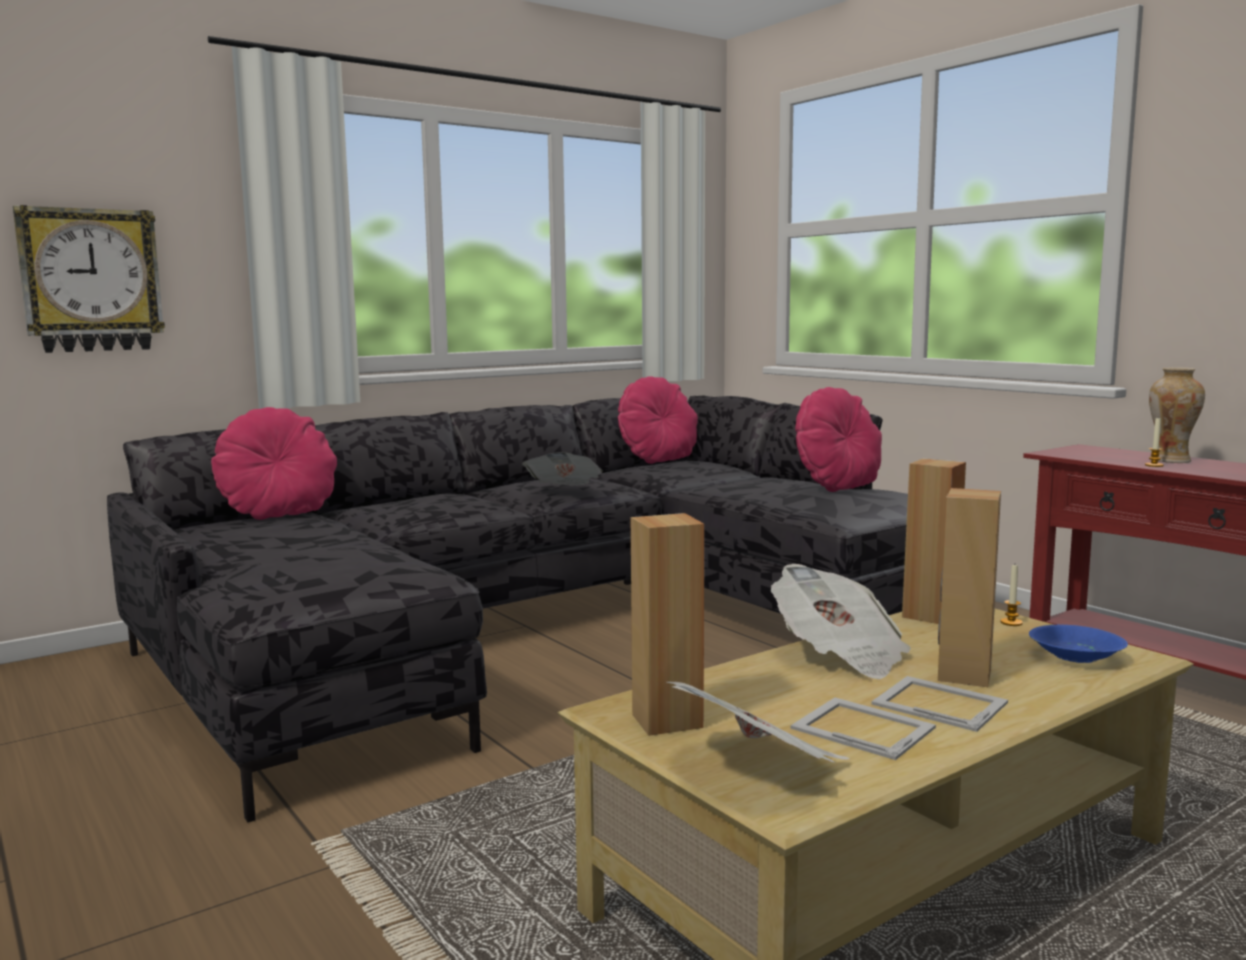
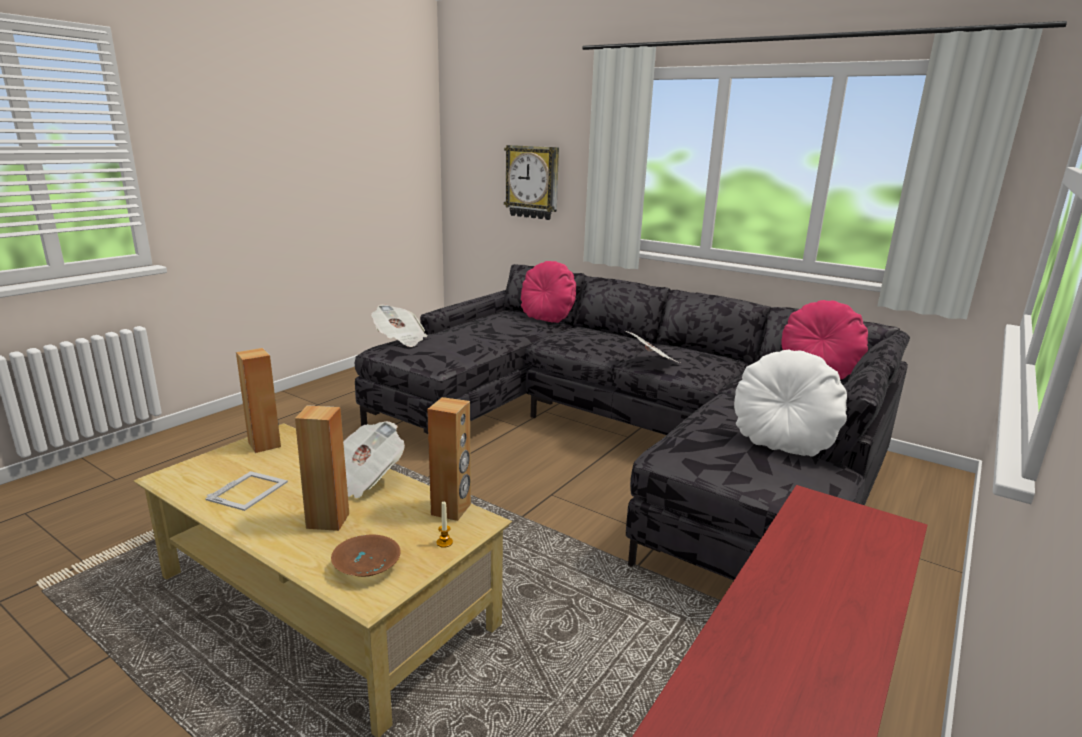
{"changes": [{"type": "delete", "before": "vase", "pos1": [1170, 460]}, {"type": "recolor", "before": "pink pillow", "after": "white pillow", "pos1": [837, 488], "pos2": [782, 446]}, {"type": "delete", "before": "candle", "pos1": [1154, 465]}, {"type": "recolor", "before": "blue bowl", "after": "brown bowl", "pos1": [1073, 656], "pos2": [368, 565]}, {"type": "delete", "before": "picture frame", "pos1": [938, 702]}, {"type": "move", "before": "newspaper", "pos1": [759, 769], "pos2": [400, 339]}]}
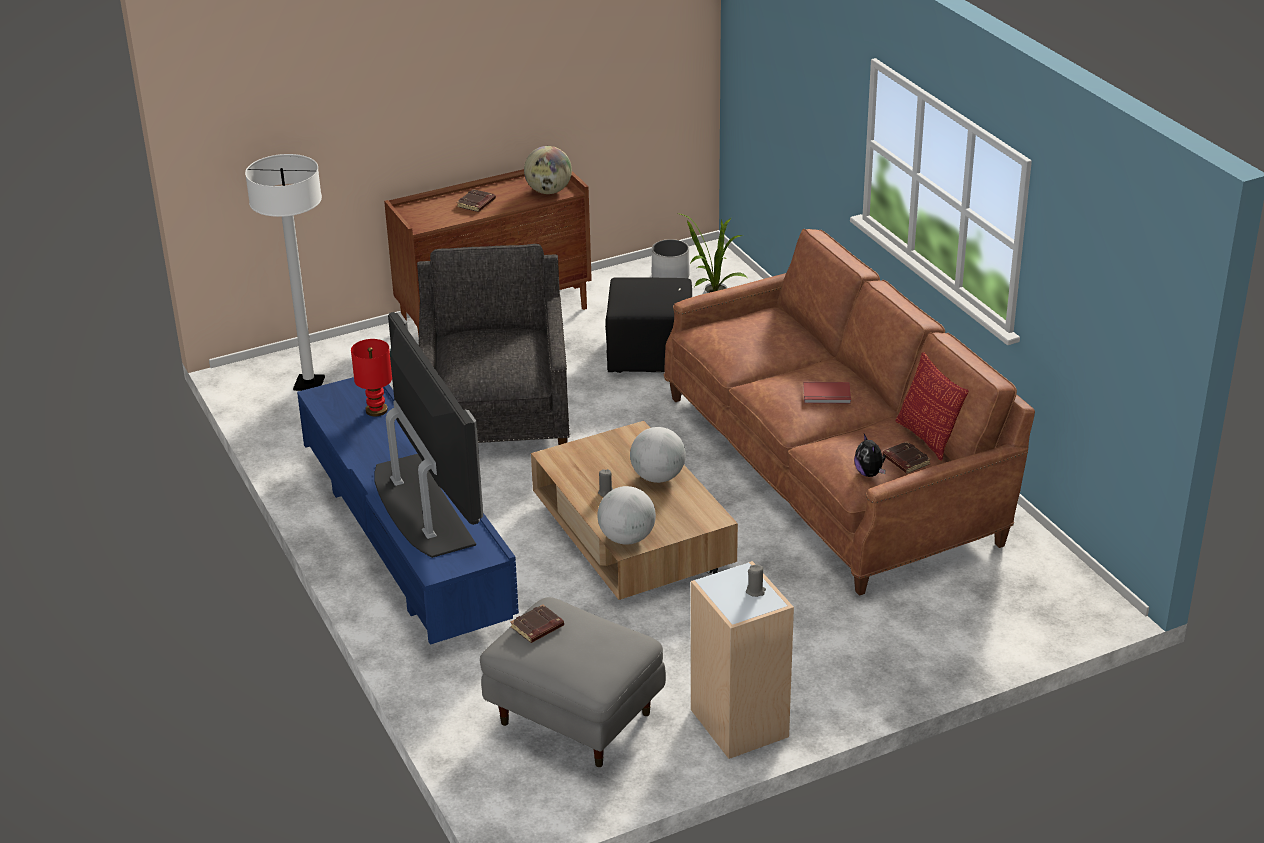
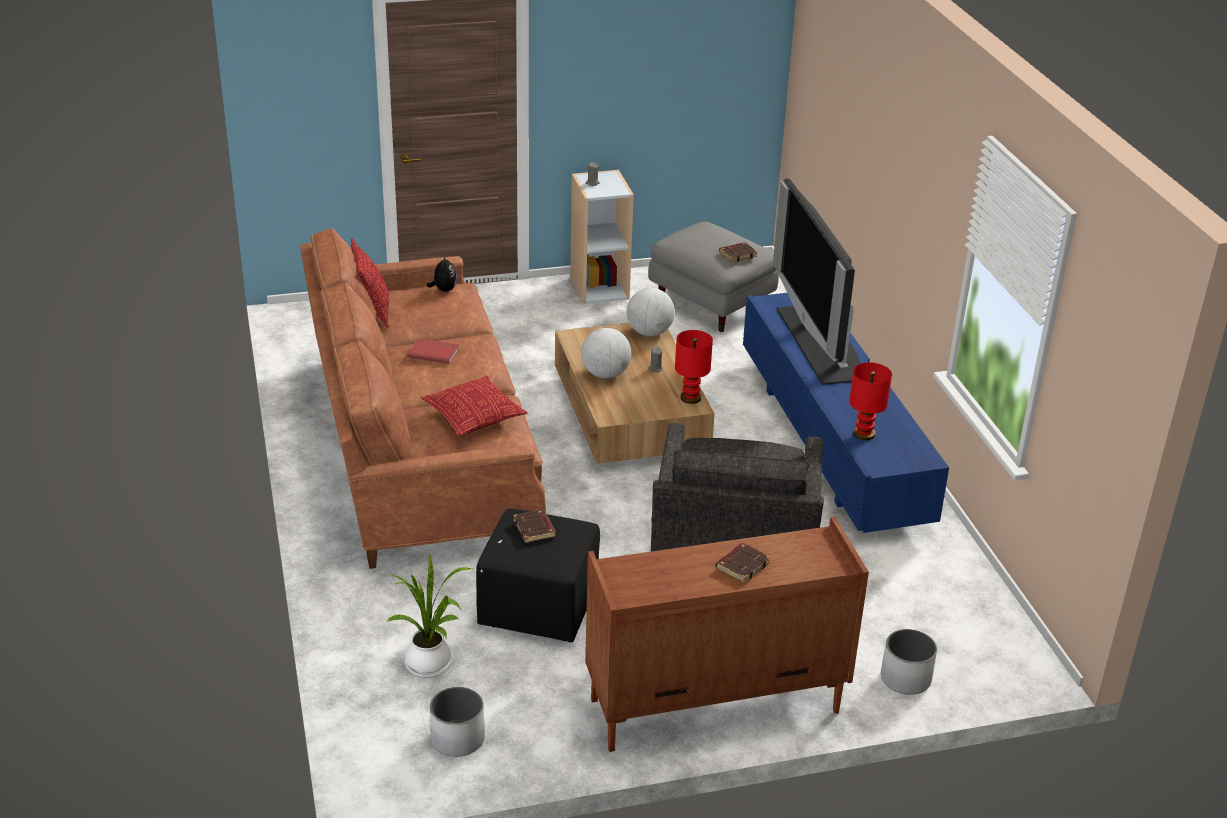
{"changes": [{"type": "delete", "before": "globe", "pos1": [548, 191]}, {"type": "delete", "before": "white floor lamp", "pos1": [309, 384]}, {"type": "move", "before": "brown book", "pos1": [905, 461], "pos2": [535, 529]}, {"type": "insert", "after": "red table lamp", "pos2": [690, 397]}, {"type": "insert", "after": "red pillow", "pos2": [473, 417]}, {"type": "insert", "after": "white planter", "pos2": [905, 679]}]}
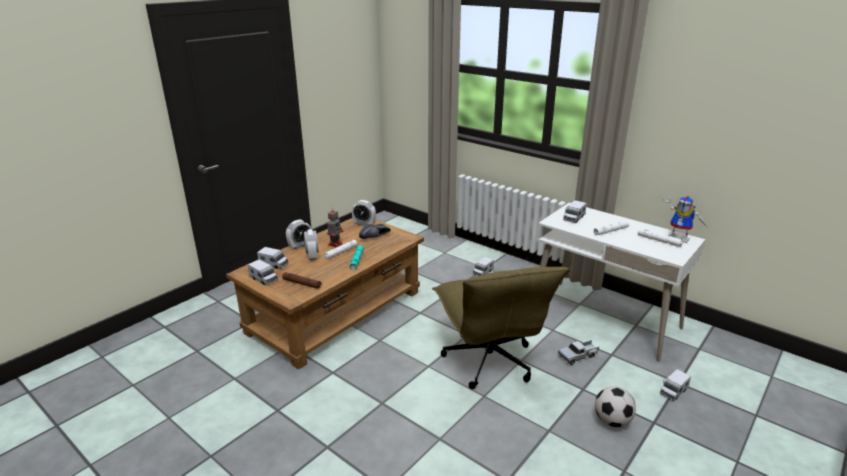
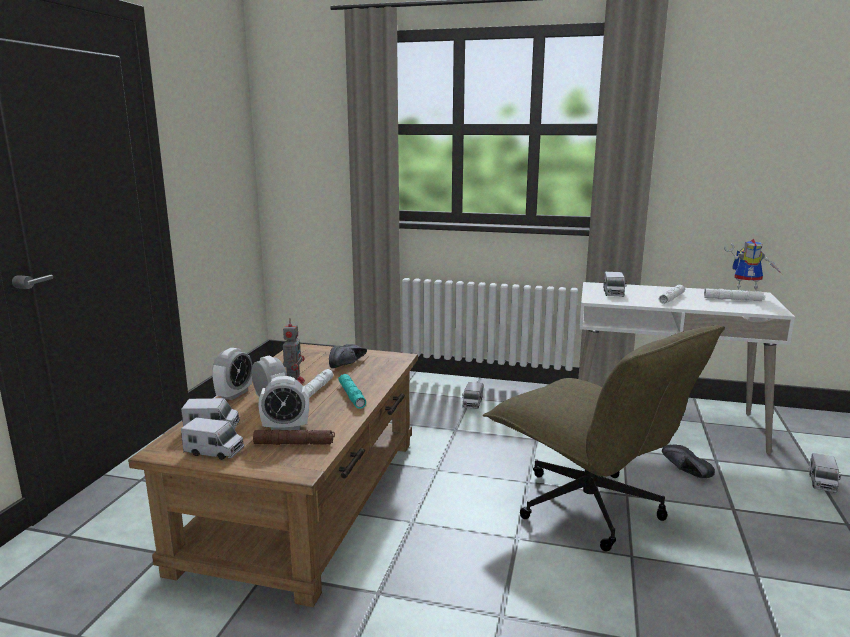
{"changes": [{"type": "move", "before": "alarm clock", "pos1": [364, 224], "pos2": [286, 427]}, {"type": "replace", "before": "toy truck", "after": "black shoe", "pos1": [578, 356], "pos2": [684, 471]}, {"type": "delete", "before": "football", "pos1": [612, 421]}]}
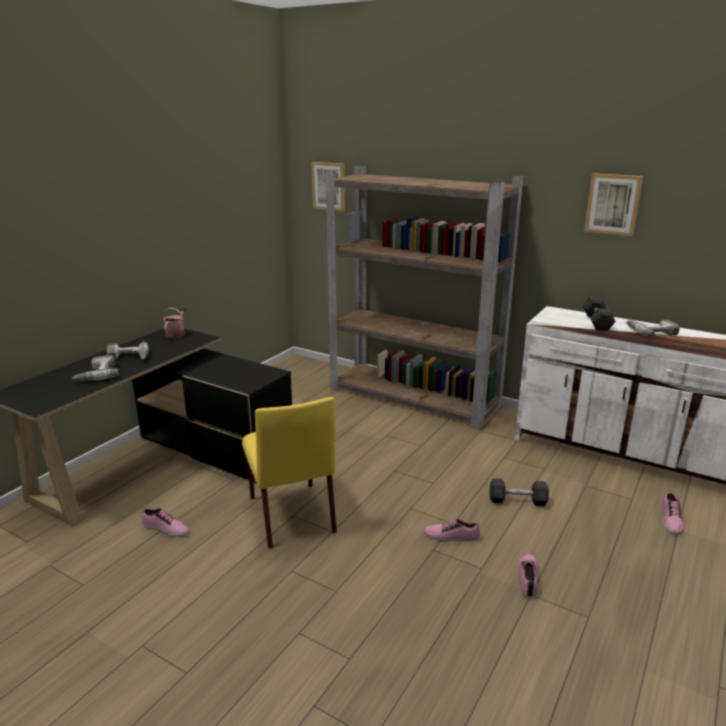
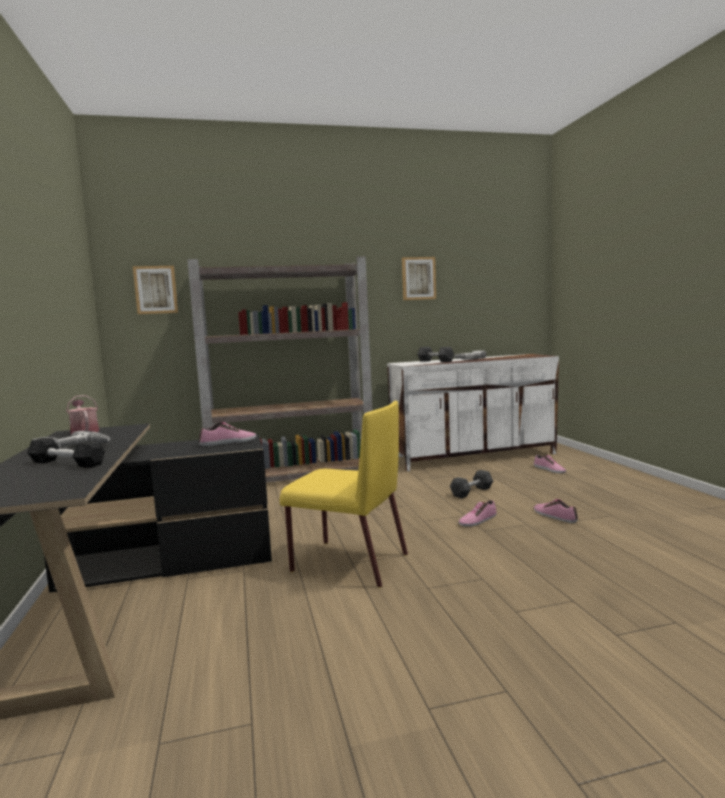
{"changes": [{"type": "replace", "before": "power drill", "after": "black dumbbell", "pos1": [96, 374], "pos2": [66, 463]}, {"type": "move", "before": "shoe", "pos1": [165, 529], "pos2": [228, 442]}]}
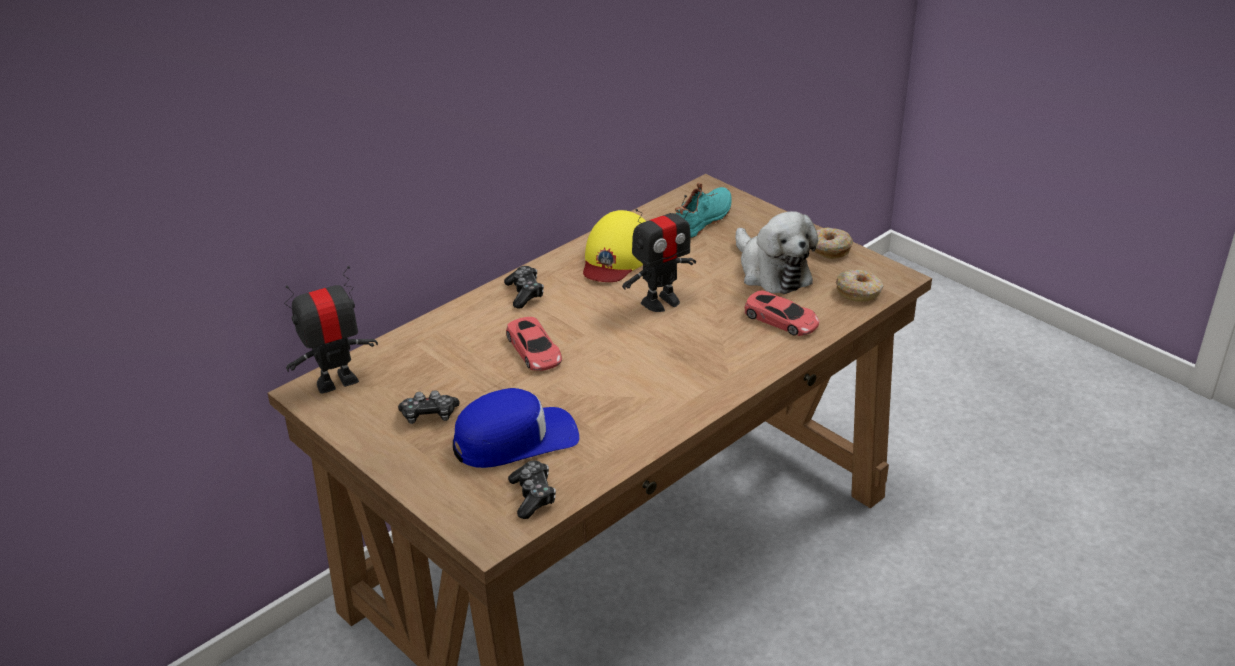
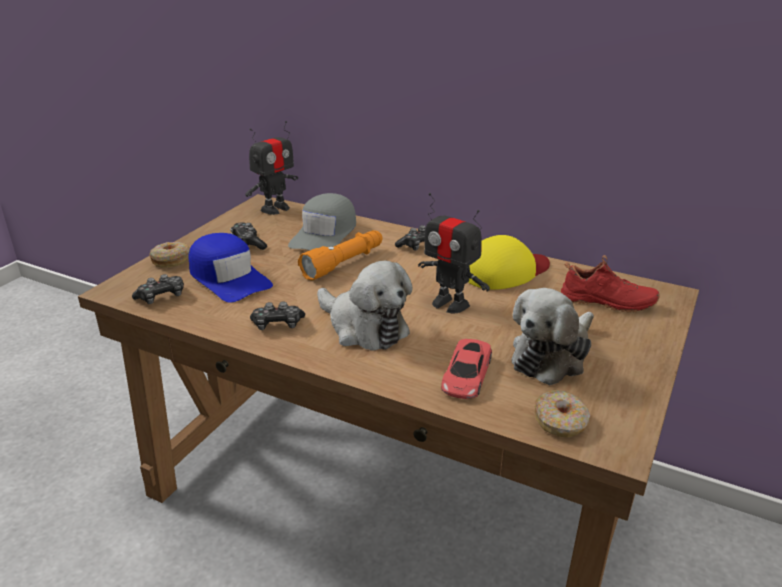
{"changes": [{"type": "recolor", "before": "turquoise shoe", "after": "red shoe", "pos1": [704, 221], "pos2": [607, 302]}, {"type": "rotate", "before": "yellow cap", "pos1": [616, 256], "pos2": [505, 271], "turn": 150}, {"type": "move", "before": "donut", "pos1": [829, 249], "pos2": [171, 260]}, {"type": "rotate", "before": "toy robot", "pos1": [336, 382], "pos2": [275, 209], "turn": 90}, {"type": "replace", "before": "red toy car", "after": "orange flashlight", "pos1": [534, 350], "pos2": [344, 263]}, {"type": "insert", "after": "grey cap", "pos2": [325, 234]}, {"type": "insert", "after": "plush toy", "pos2": [364, 327]}, {"type": "insert", "after": "game controller", "pos2": [277, 324]}]}
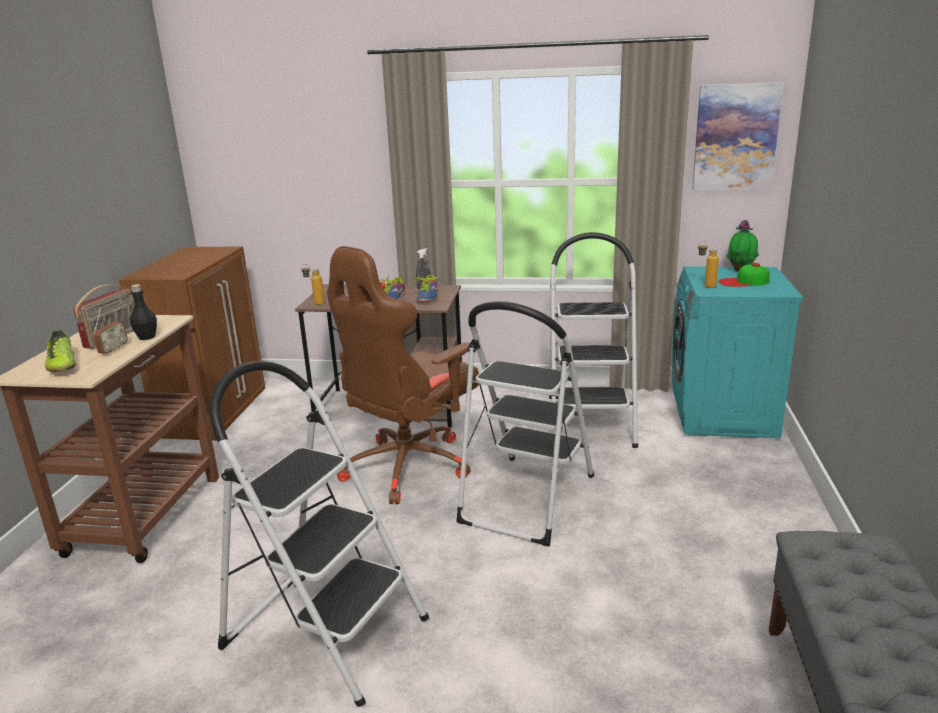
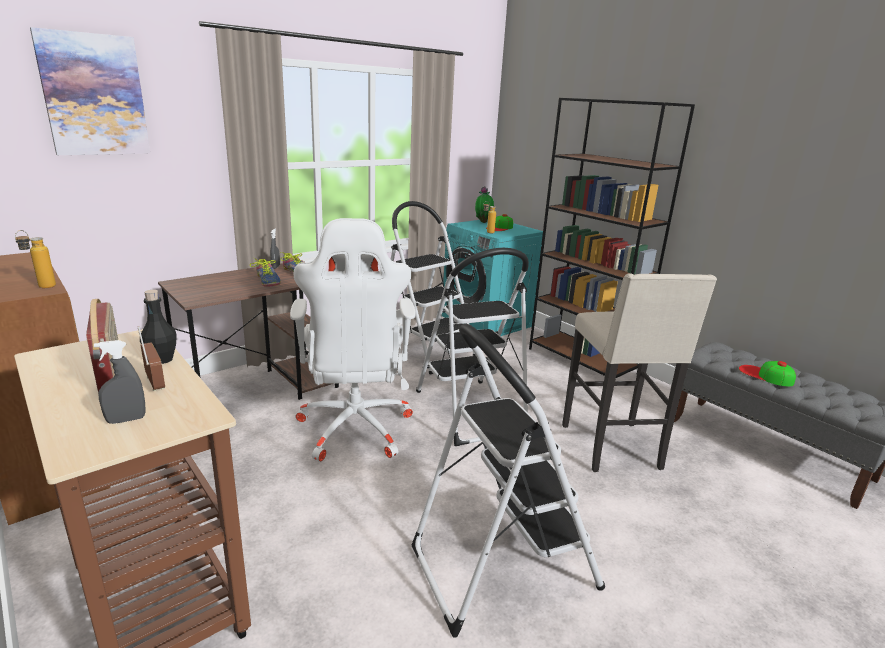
{"changes": [{"type": "move", "before": "picture", "pos1": [735, 137], "pos2": [94, 95]}, {"type": "recolor", "before": "brown office chair", "after": "white office chair", "pos1": [414, 463], "pos2": [355, 422]}, {"type": "move", "before": "bottle", "pos1": [315, 304], "pos2": [41, 288]}, {"type": "replace", "before": "shoe", "after": "grey spray bottle", "pos1": [62, 365], "pos2": [126, 420]}, {"type": "insert", "after": "brown bookcase", "pos2": [582, 361]}, {"type": "insert", "after": "beige stool", "pos2": [613, 448]}, {"type": "insert", "after": "cap", "pos2": [765, 375]}]}
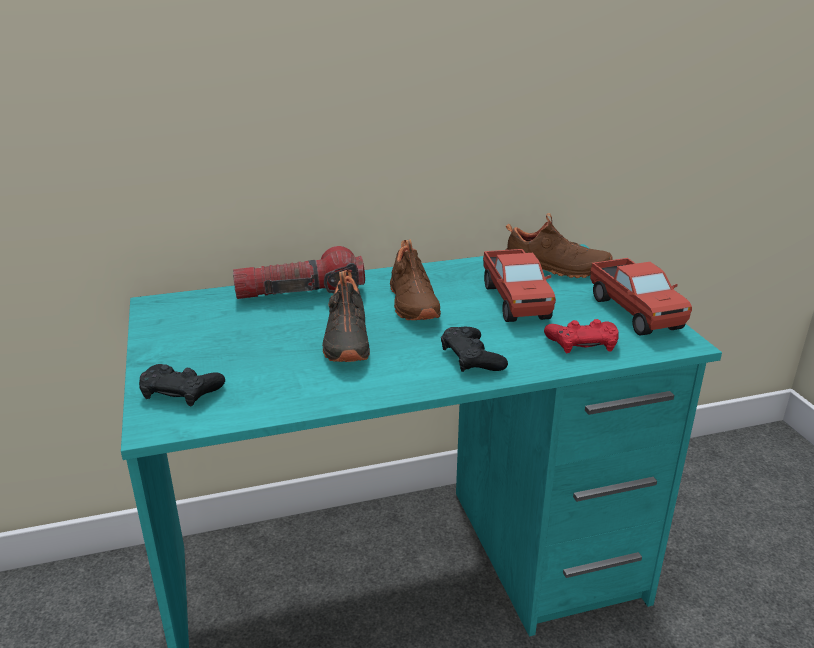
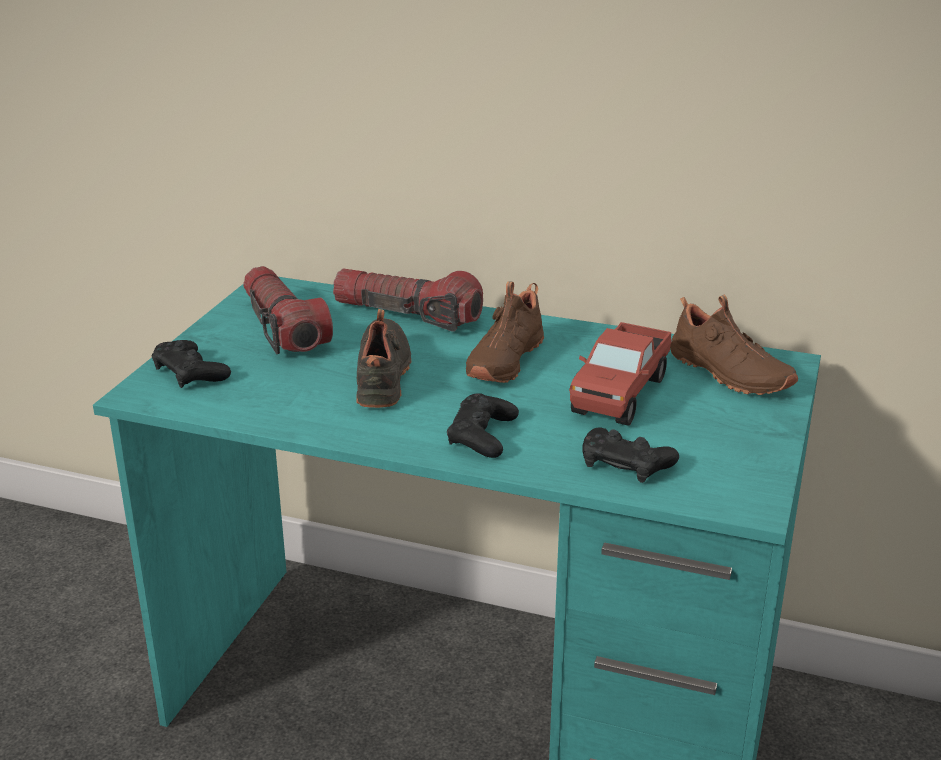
{"changes": [{"type": "delete", "before": "toy truck", "pos1": [634, 313]}, {"type": "rotate", "before": "black shoe", "pos1": [344, 340], "pos2": [384, 375], "turn": 150}, {"type": "recolor", "before": "red game controller", "after": "black game controller", "pos1": [582, 343], "pos2": [625, 463]}, {"type": "insert", "after": "flashlight", "pos2": [283, 328]}]}
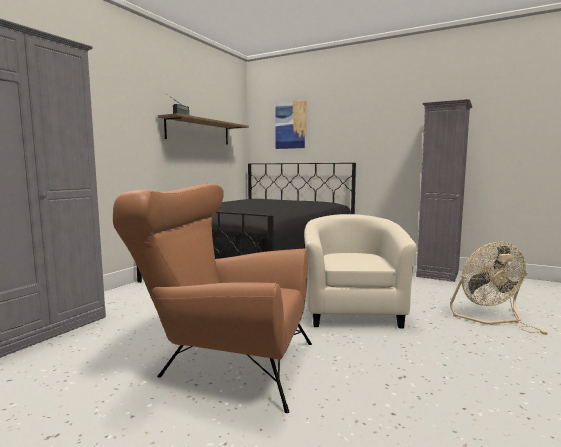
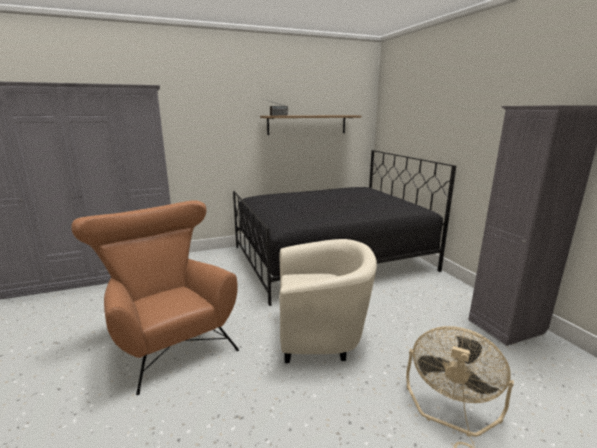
{"changes": [{"type": "delete", "before": "picture", "pos1": [291, 125]}, {"type": "rotate", "before": "beige armchair", "pos1": [352, 311], "pos2": [322, 334], "turn": 45}]}
